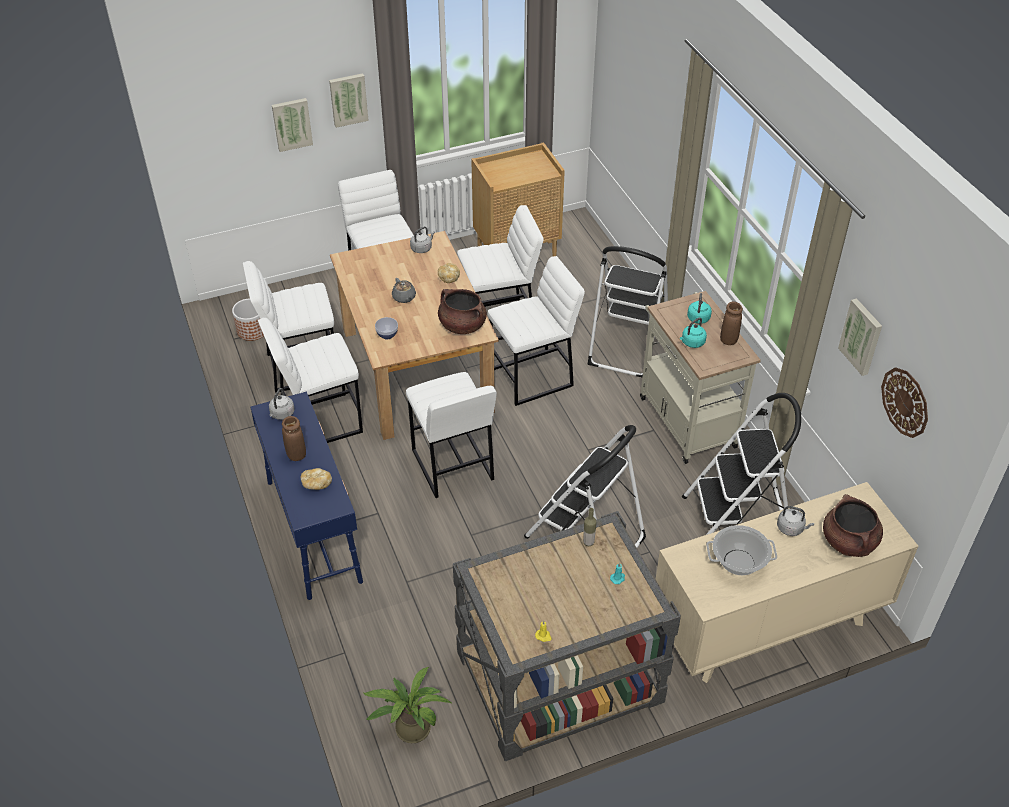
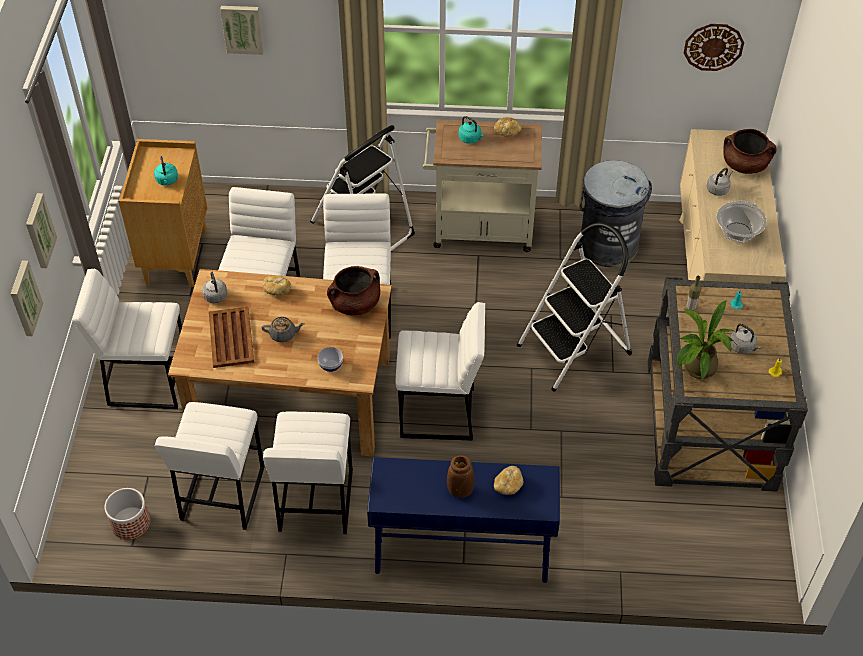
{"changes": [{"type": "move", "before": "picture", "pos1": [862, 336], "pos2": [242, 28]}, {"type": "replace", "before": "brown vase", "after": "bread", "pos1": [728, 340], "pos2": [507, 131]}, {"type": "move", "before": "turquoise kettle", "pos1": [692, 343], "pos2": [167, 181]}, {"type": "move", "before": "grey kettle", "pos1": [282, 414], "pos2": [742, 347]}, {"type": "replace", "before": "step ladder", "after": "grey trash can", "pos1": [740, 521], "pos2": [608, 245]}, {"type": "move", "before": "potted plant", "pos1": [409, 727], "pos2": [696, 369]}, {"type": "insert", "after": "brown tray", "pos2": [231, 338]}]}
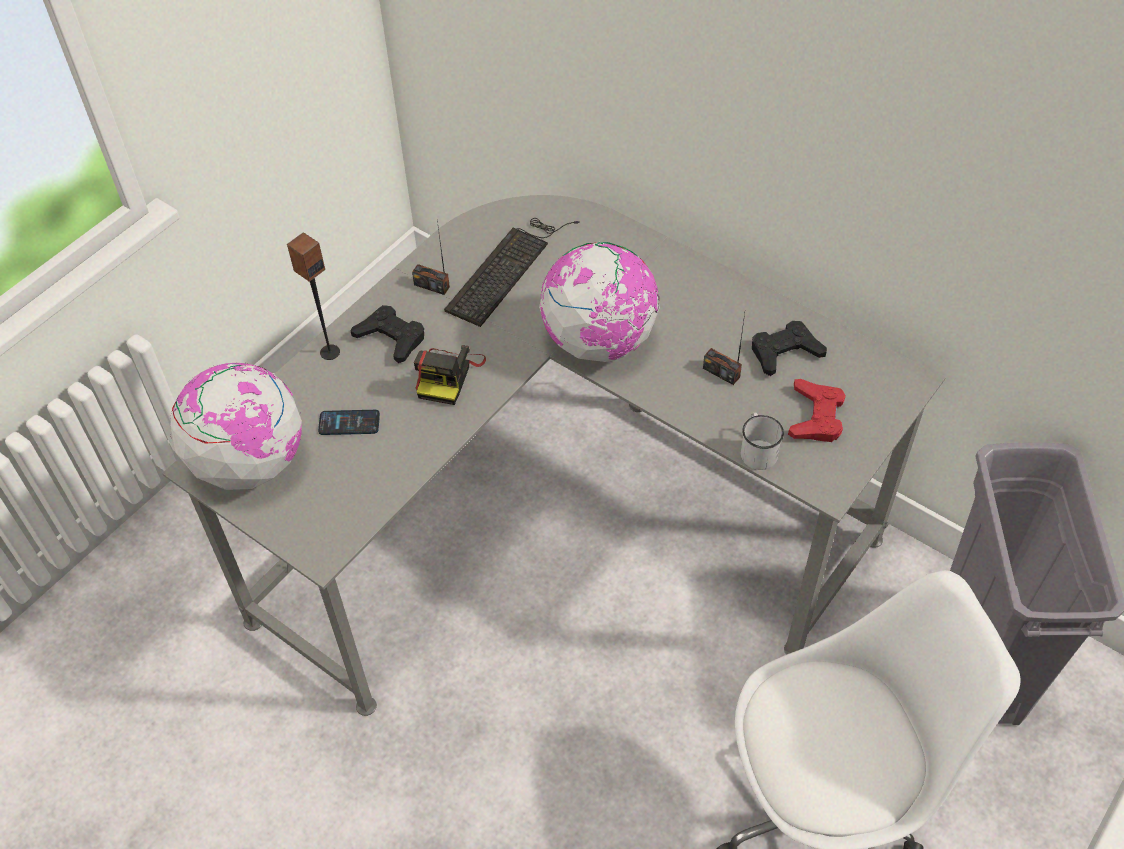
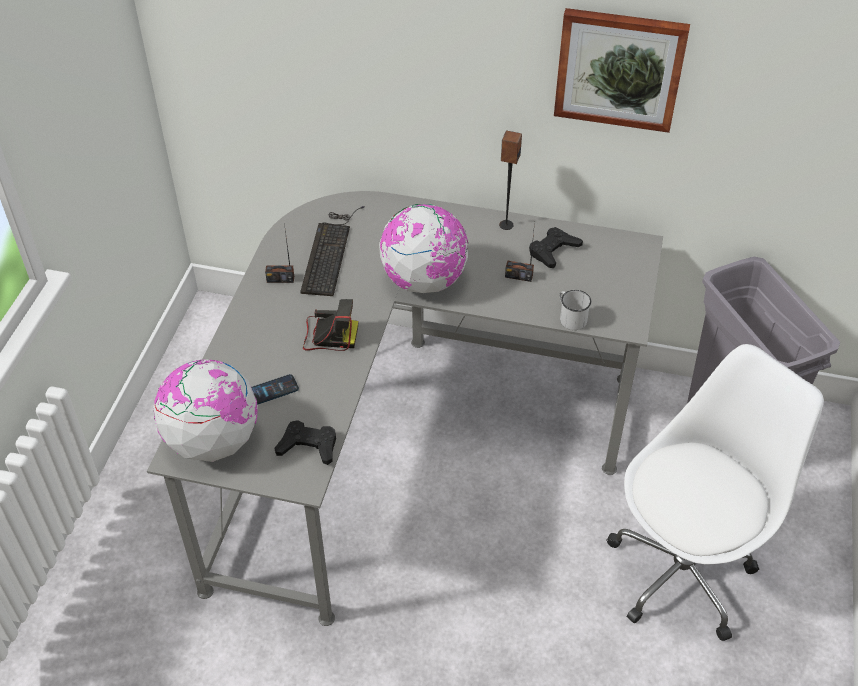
{"changes": [{"type": "move", "before": "speaker", "pos1": [329, 352], "pos2": [505, 225]}, {"type": "move", "before": "black game controller", "pos1": [391, 338], "pos2": [308, 446]}, {"type": "rotate", "before": "photo camera", "pos1": [448, 375], "pos2": [328, 335], "turn": -75}, {"type": "delete", "before": "red game controller", "pos1": [816, 416]}, {"type": "insert", "after": "picture", "pos2": [619, 68]}]}
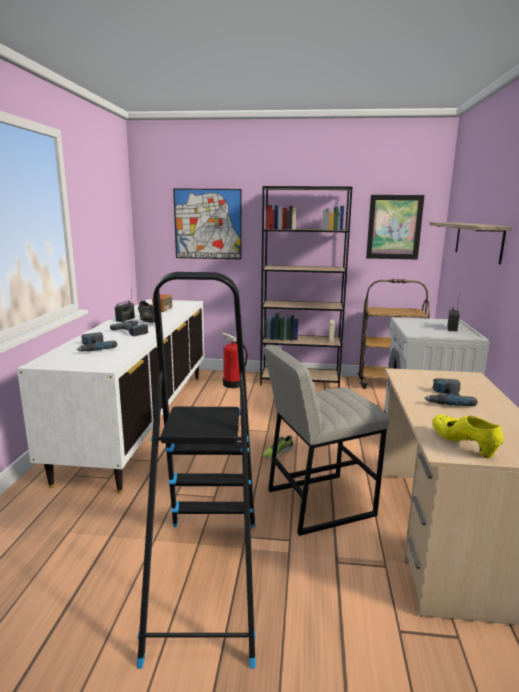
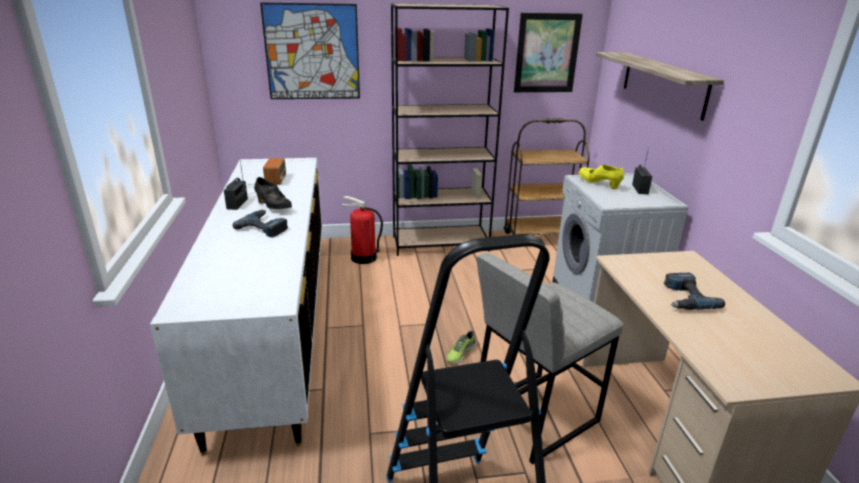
{"changes": [{"type": "delete", "before": "power drill", "pos1": [93, 347]}, {"type": "move", "before": "yellow shoe", "pos1": [463, 445], "pos2": [599, 184]}]}
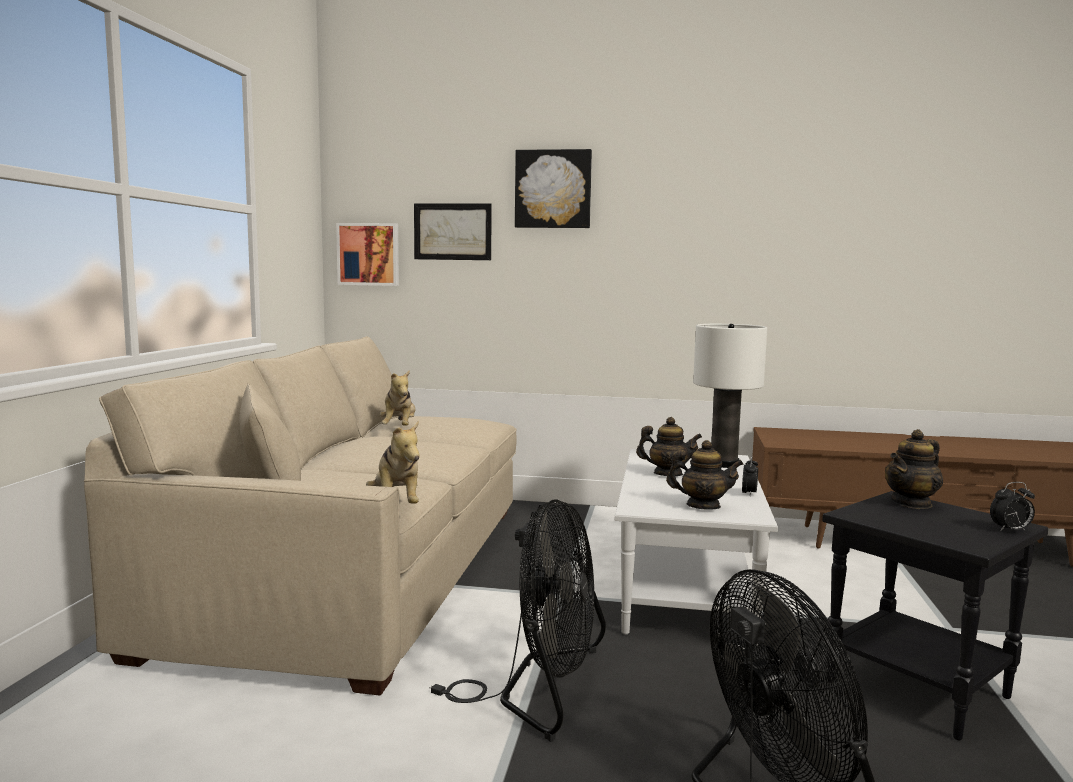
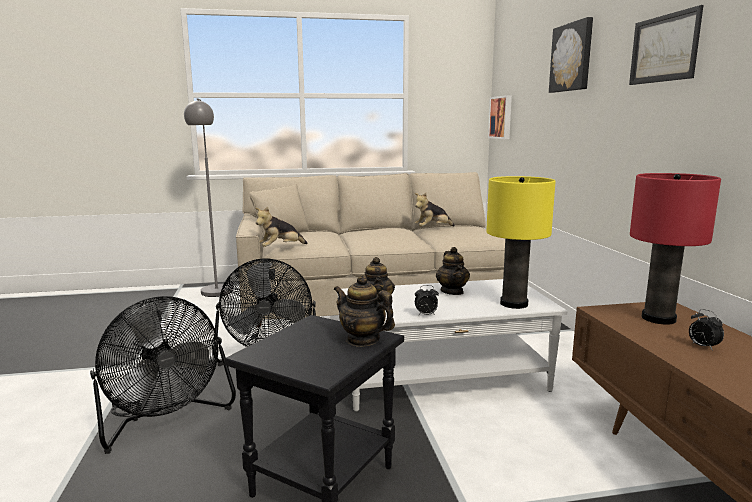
{"changes": [{"type": "move", "before": "picture", "pos1": [452, 231], "pos2": [663, 48]}, {"type": "recolor", "before": "white table lamp", "after": "yellow table lamp", "pos1": [723, 464], "pos2": [514, 304]}, {"type": "move", "before": "alarm clock", "pos1": [1010, 530], "pos2": [702, 346]}, {"type": "insert", "after": "grey floor lamp", "pos2": [216, 295]}, {"type": "insert", "after": "red table lamp", "pos2": [659, 318]}]}
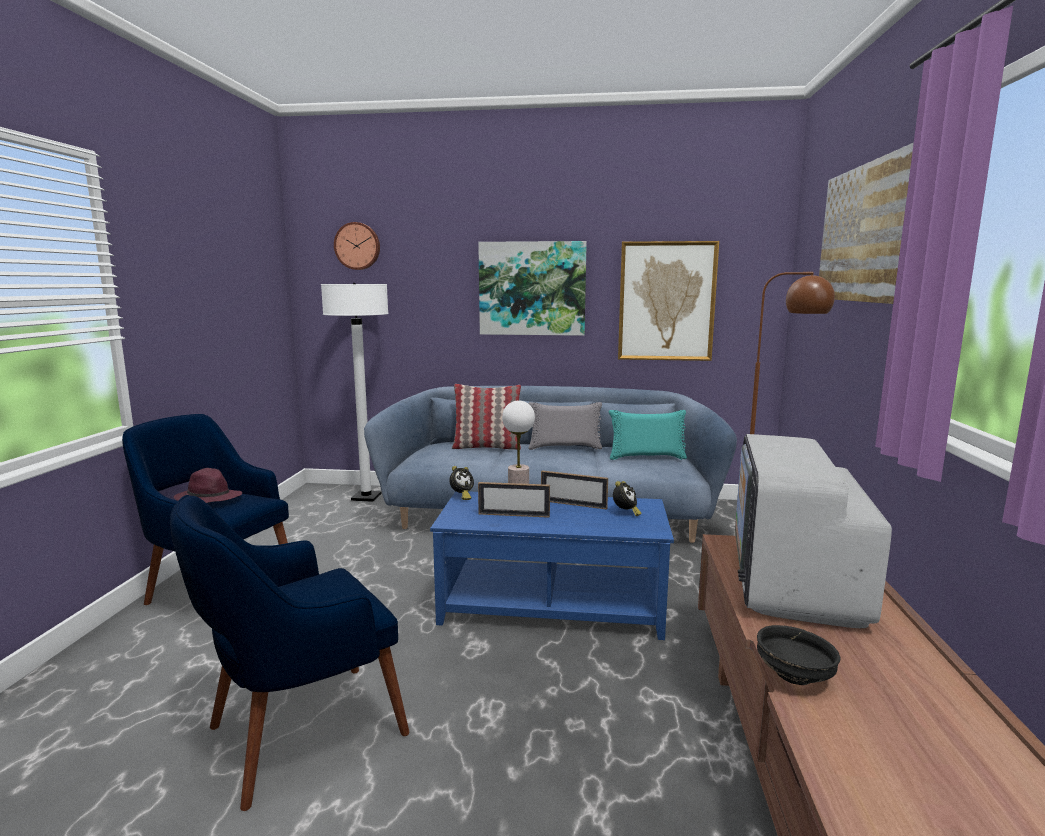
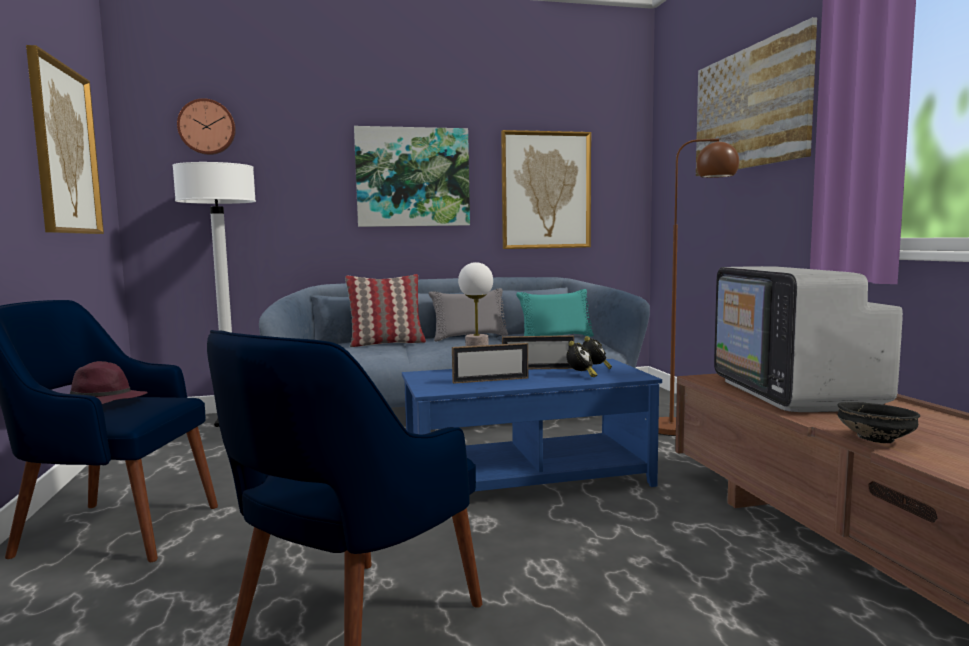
{"changes": [{"type": "move", "before": "alarm clock", "pos1": [461, 496], "pos2": [581, 375]}, {"type": "insert", "after": "picture", "pos2": [64, 150]}]}
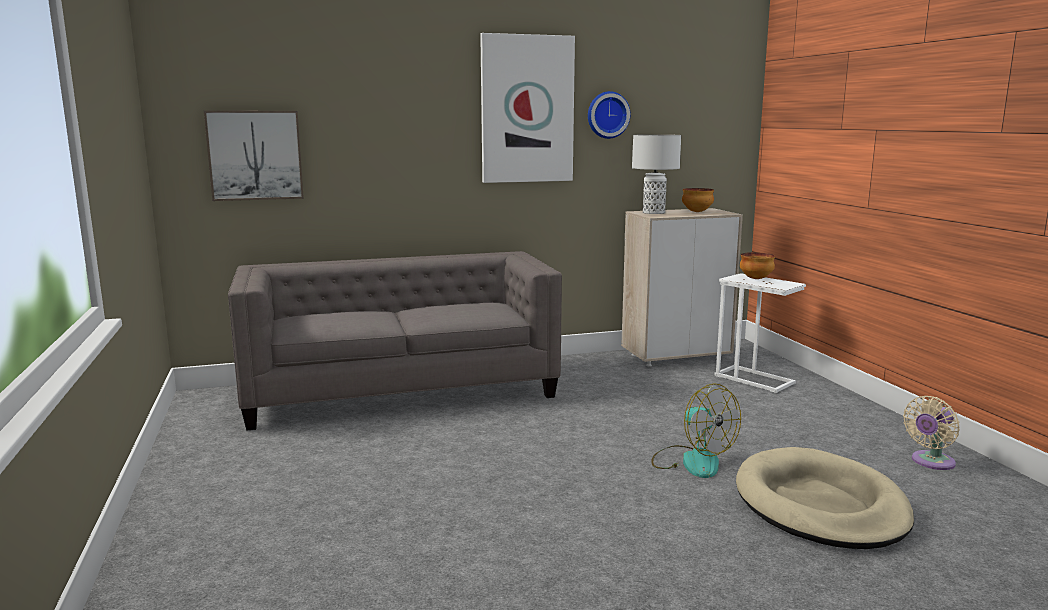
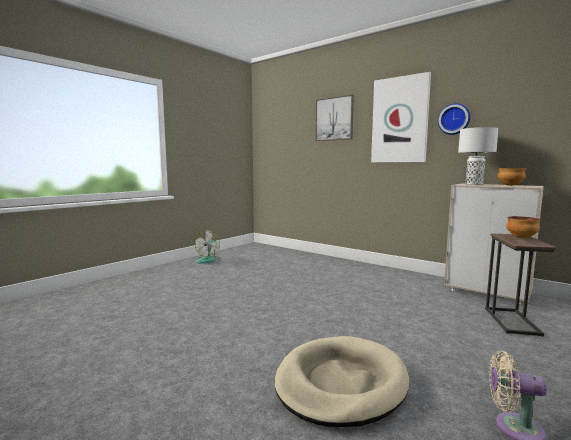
{"changes": [{"type": "move", "before": "picture", "pos1": [255, 155], "pos2": [334, 119]}, {"type": "delete", "before": "grey sofa", "pos1": [401, 392]}, {"type": "recolor", "before": "white side table", "after": "brown side table", "pos1": [753, 379], "pos2": [511, 321]}, {"type": "move", "before": "fan", "pos1": [692, 461], "pos2": [209, 260]}]}
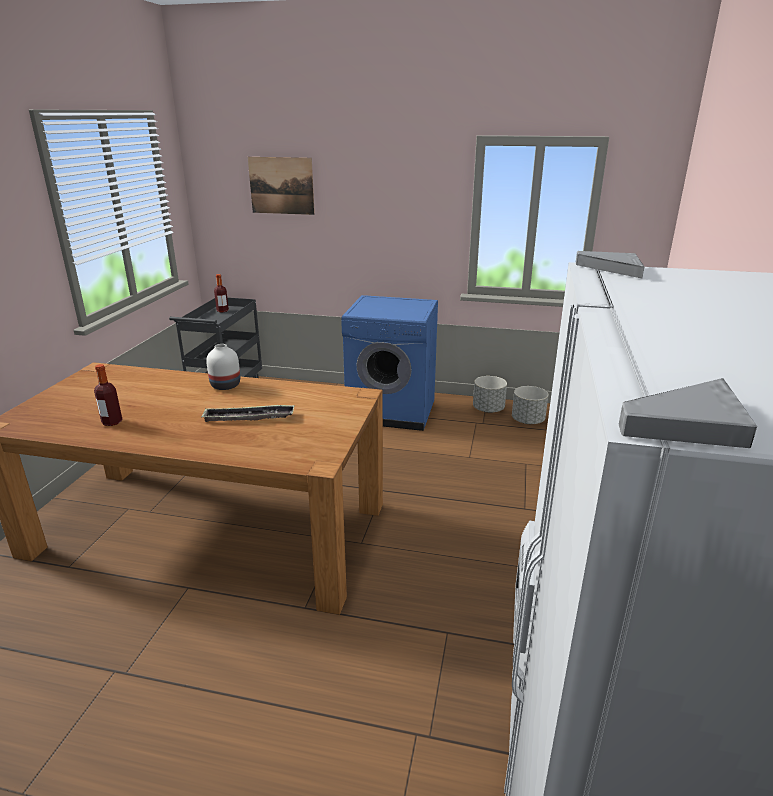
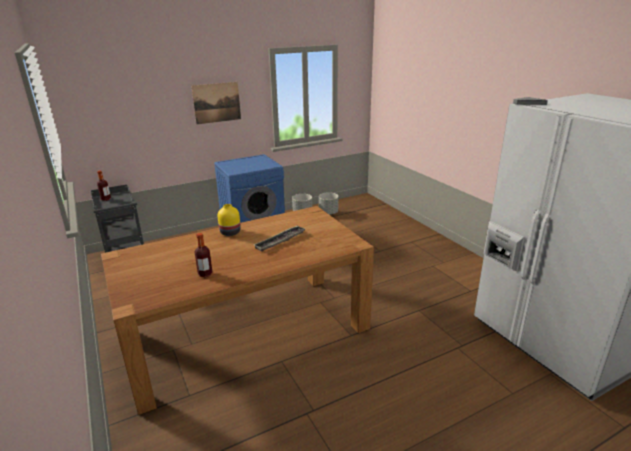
{"changes": [{"type": "move", "before": "picture", "pos1": [281, 185], "pos2": [216, 102]}, {"type": "recolor", "before": "white vase", "after": "yellow vase", "pos1": [225, 385], "pos2": [229, 232]}]}
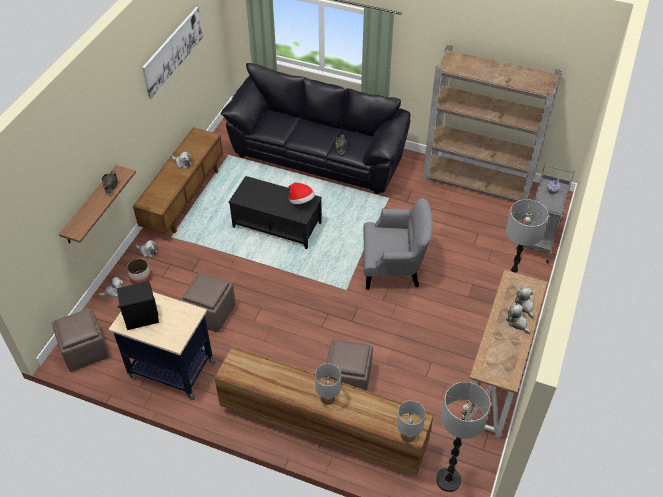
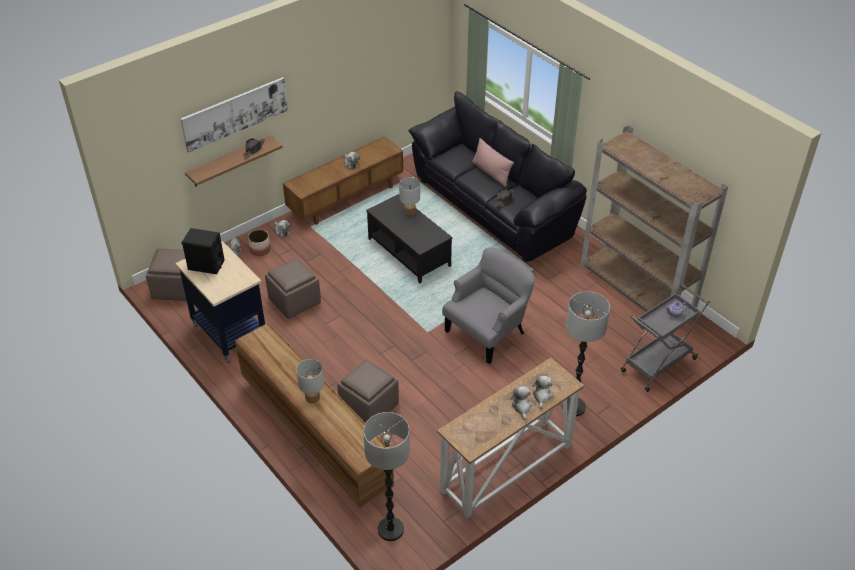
{"changes": [{"type": "move", "before": "picture", "pos1": [172, 51], "pos2": [235, 113]}, {"type": "delete", "before": "hat", "pos1": [301, 201]}, {"type": "rotate", "before": "grey armchair", "pos1": [393, 267], "pos2": [487, 331], "turn": -75}, {"type": "move", "before": "grey table lamp", "pos1": [408, 435], "pos2": [409, 211]}, {"type": "insert", "after": "pink pillow", "pos2": [491, 173]}]}
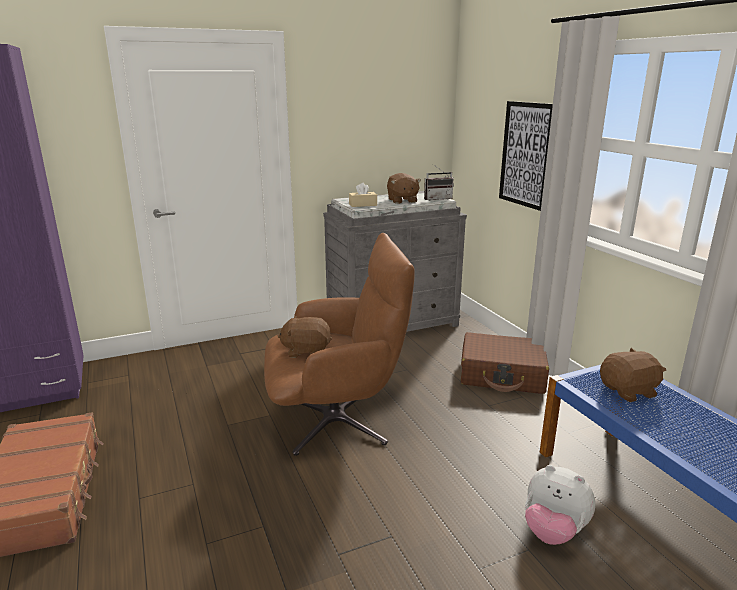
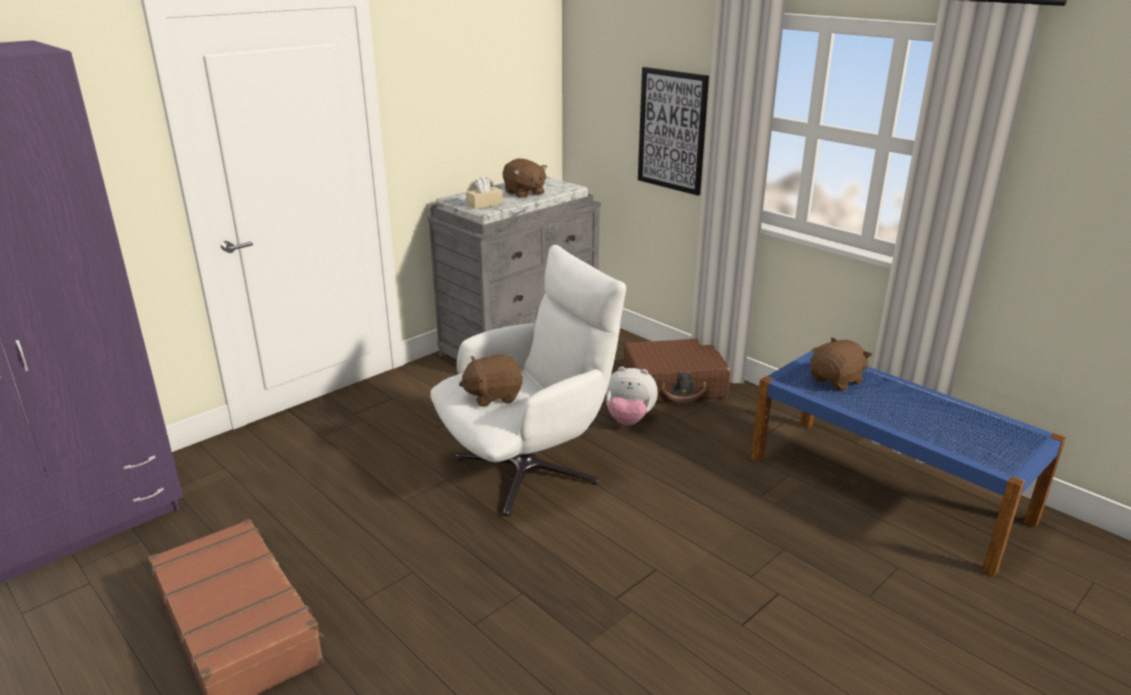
{"changes": [{"type": "delete", "before": "radio", "pos1": [437, 199]}, {"type": "recolor", "before": "brown armchair", "after": "white armchair", "pos1": [335, 421], "pos2": [527, 470]}, {"type": "move", "before": "plush toy", "pos1": [553, 531], "pos2": [629, 420]}]}
